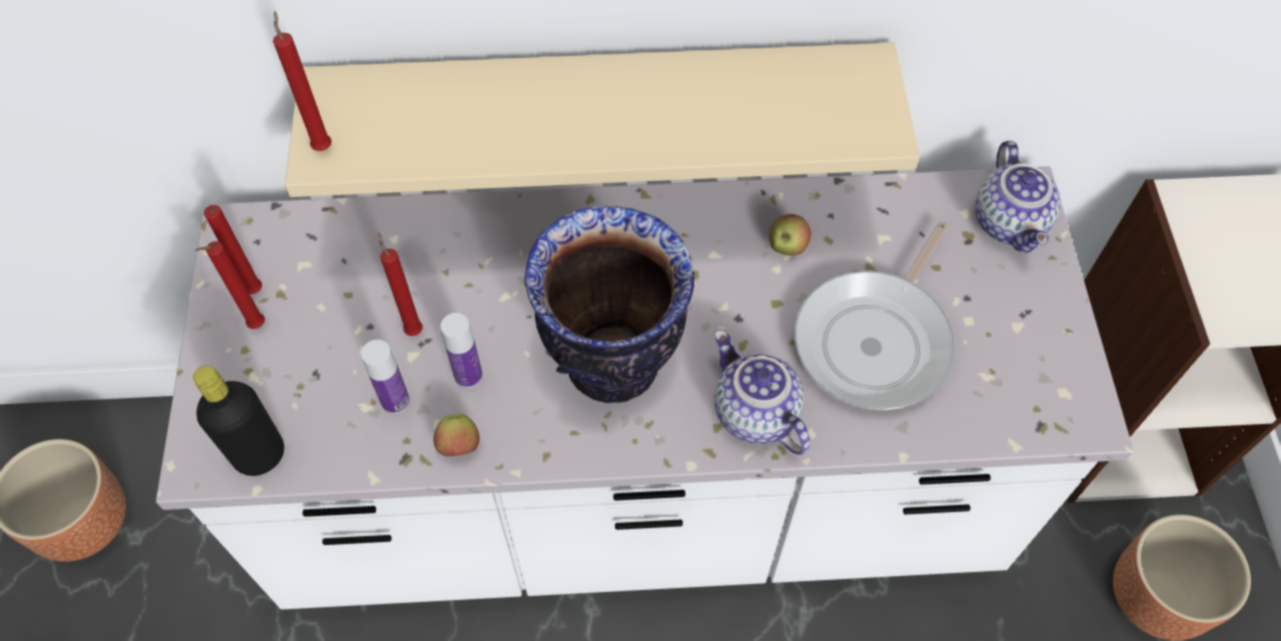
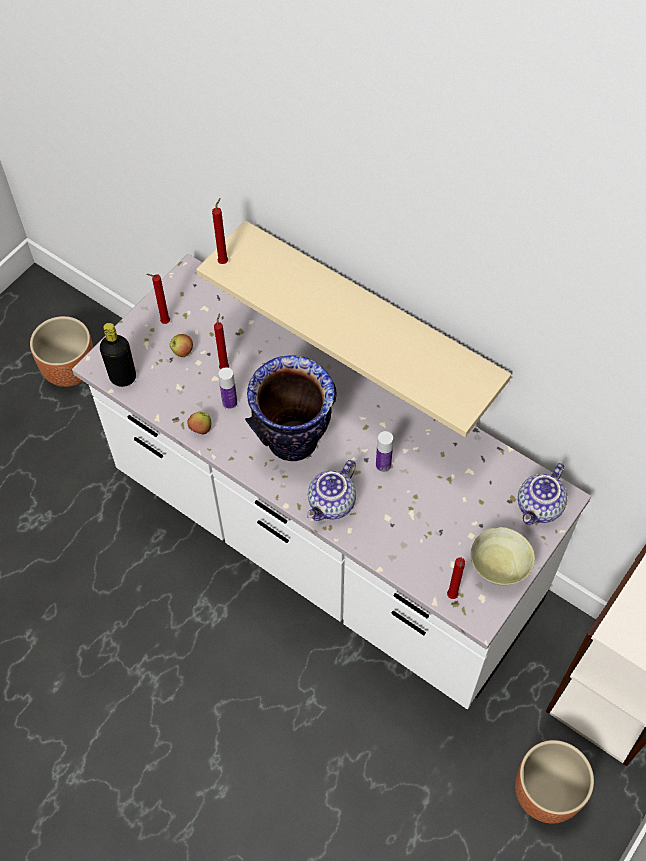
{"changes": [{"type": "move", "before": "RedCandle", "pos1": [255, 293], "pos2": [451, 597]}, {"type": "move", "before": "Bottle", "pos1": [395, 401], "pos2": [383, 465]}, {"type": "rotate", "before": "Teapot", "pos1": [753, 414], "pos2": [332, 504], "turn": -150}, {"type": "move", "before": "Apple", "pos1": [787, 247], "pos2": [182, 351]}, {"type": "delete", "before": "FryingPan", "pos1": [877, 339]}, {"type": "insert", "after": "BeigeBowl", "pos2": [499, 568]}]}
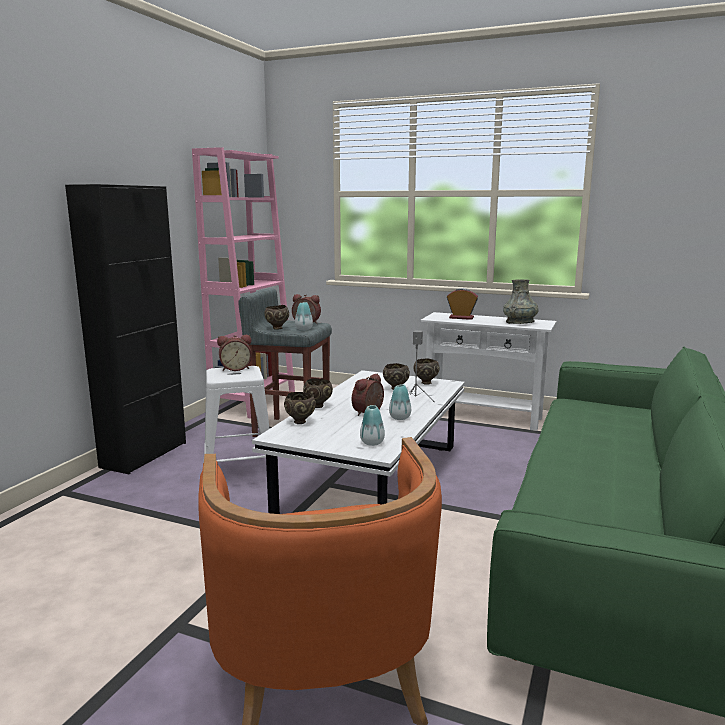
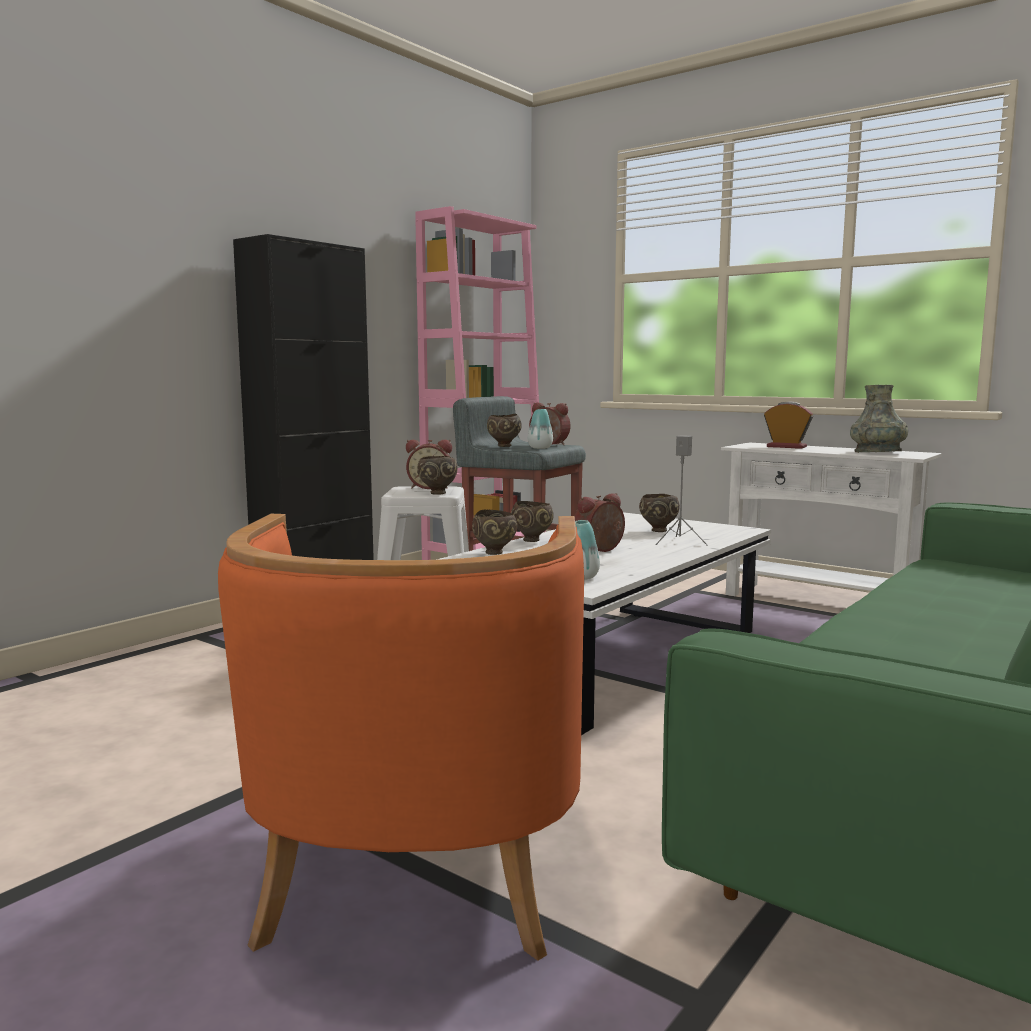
{"changes": [{"type": "delete", "before": "Vase", "pos1": [400, 418]}, {"type": "move", "before": "BrownBowl", "pos1": [425, 383], "pos2": [437, 493]}]}
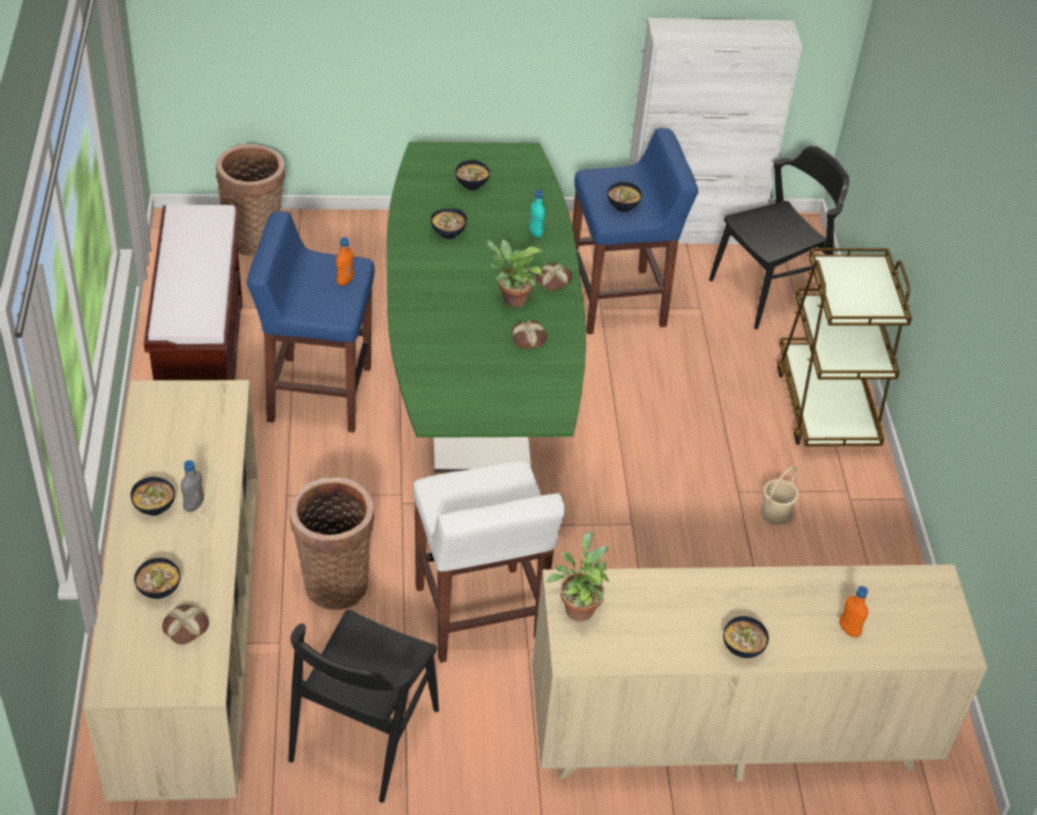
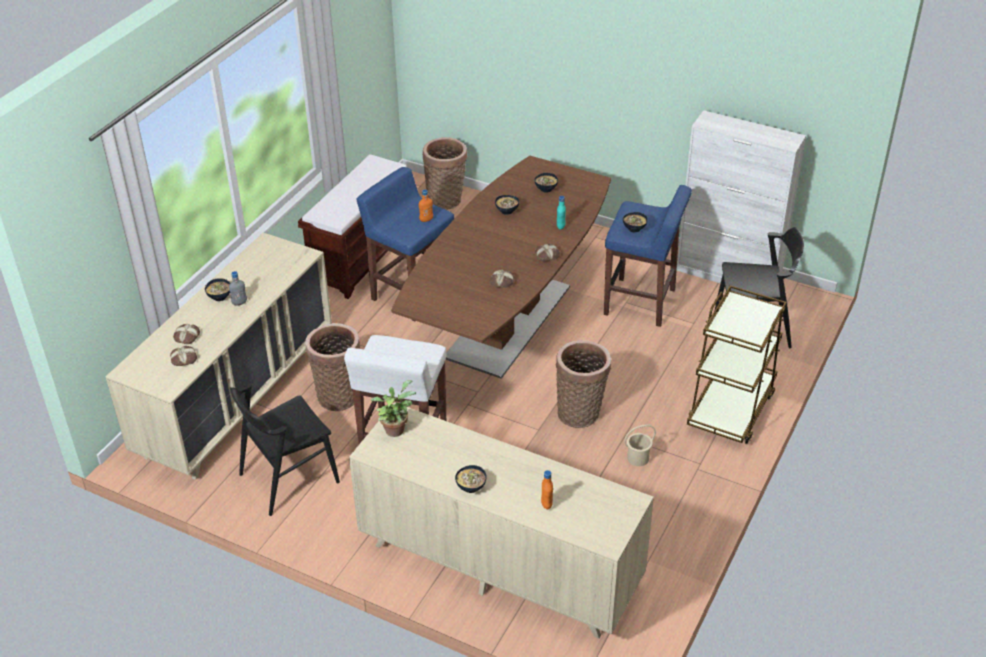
{"changes": [{"type": "replace", "before": "Bowl", "after": "Bread", "pos1": [158, 590], "pos2": [186, 336]}, {"type": "recolor", "before": "GreenDiningTable", "after": "BrownDiningTable", "pos1": [477, 388], "pos2": [508, 322]}, {"type": "delete", "before": "PottedPlant", "pos1": [511, 299]}, {"type": "insert", "after": "Basket", "pos2": [581, 412]}]}
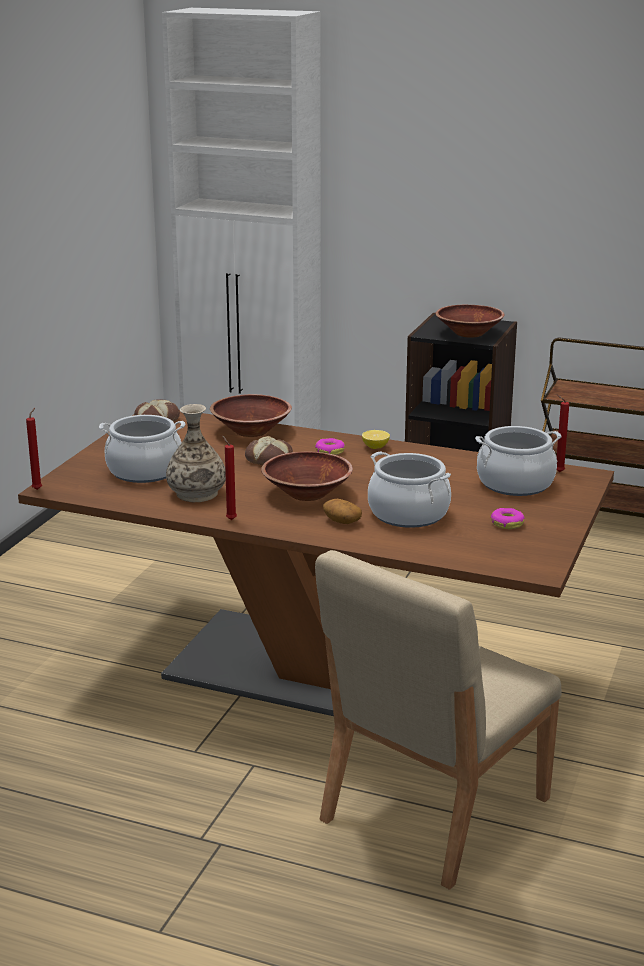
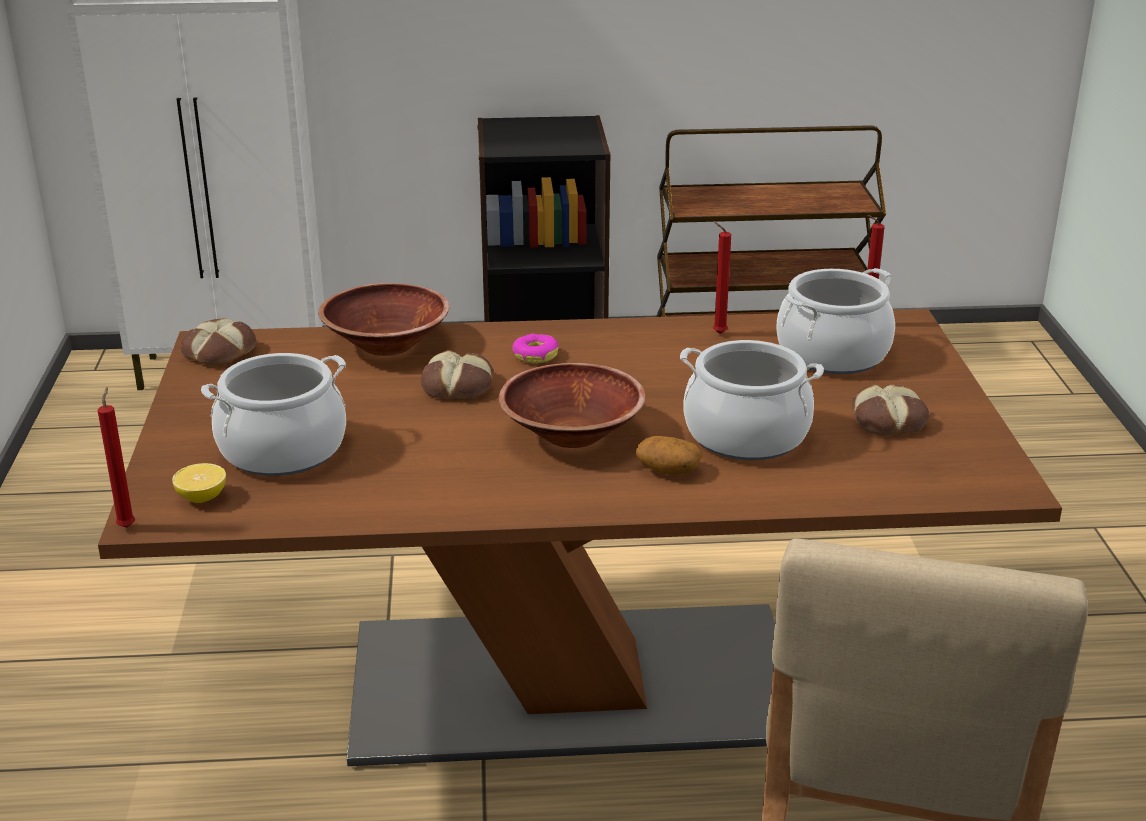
{"changes": [{"type": "delete", "before": "Vase", "pos1": [196, 493]}, {"type": "move", "before": "RedCandle", "pos1": [230, 519], "pos2": [717, 333]}, {"type": "move", "before": "Lemon", "pos1": [375, 447], "pos2": [202, 498]}, {"type": "delete", "before": "BrownBowl", "pos1": [469, 333]}, {"type": "replace", "before": "Donut", "after": "Bread", "pos1": [507, 523], "pos2": [889, 420]}]}
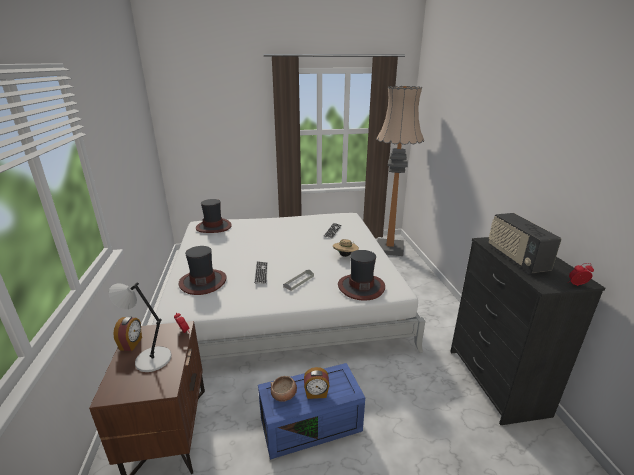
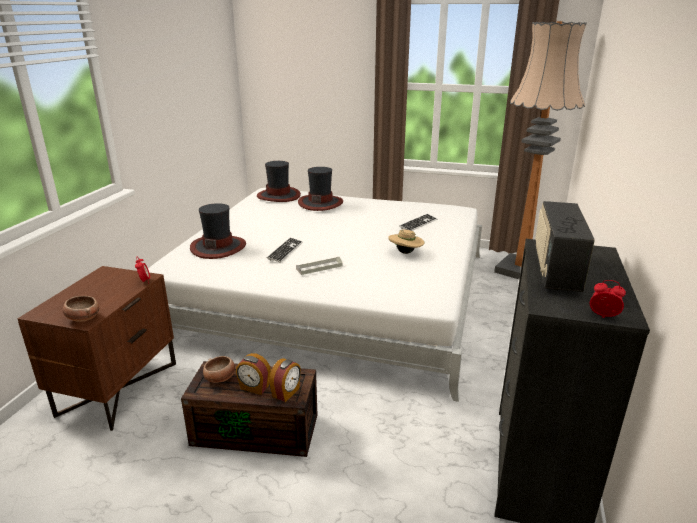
{"changes": [{"type": "delete", "before": "GreyTableLamp", "pos1": [151, 359]}, {"type": "move", "before": "AlarmClock", "pos1": [131, 344], "pos2": [286, 393]}, {"type": "recolor", "before": "BlueStorageBox", "after": "BrownStorageBox", "pos1": [311, 422], "pos2": [257, 428]}, {"type": "move", "before": "Hat", "pos1": [361, 287], "pos2": [320, 203]}, {"type": "insert", "after": "Bowl", "pos2": [83, 318]}]}
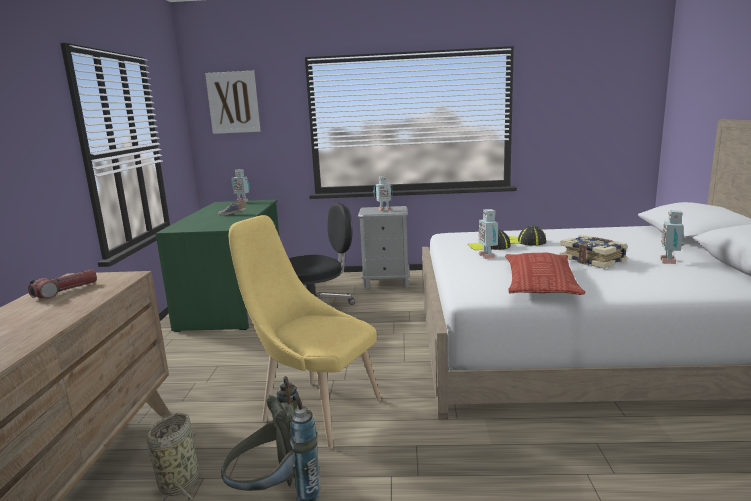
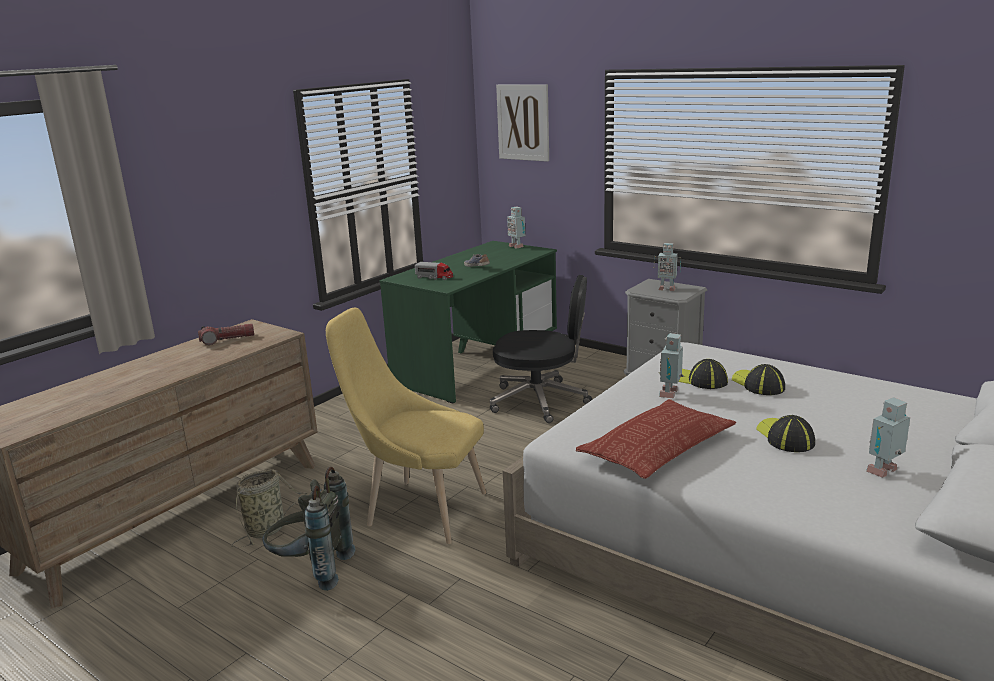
{"changes": [{"type": "rotate", "before": "YellowChair", "pos1": [314, 409], "pos2": [419, 509], "turn": -45}, {"type": "replace", "before": "Book", "after": "Cap", "pos1": [593, 260], "pos2": [785, 437]}, {"type": "insert", "after": "ToyTruck", "pos2": [434, 277]}]}
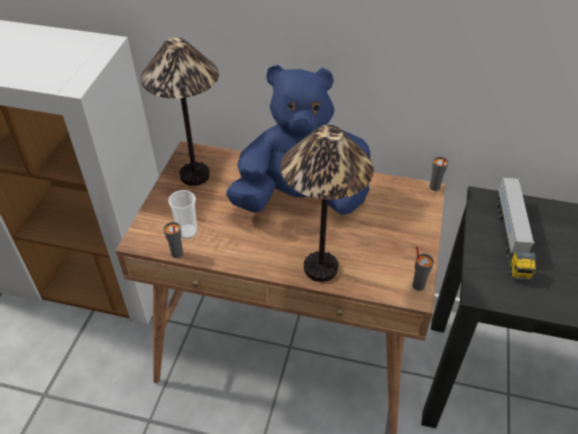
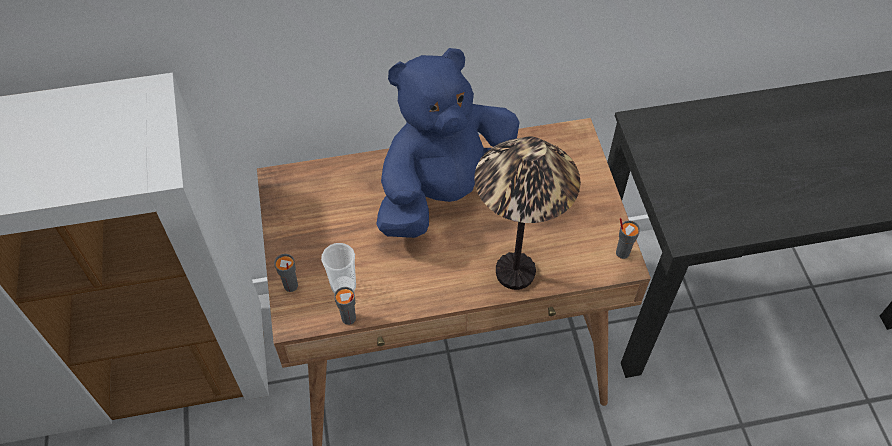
{"changes": [{"type": "delete", "before": "TableLamp", "pos1": [195, 175]}, {"type": "move", "before": "GreyCup", "pos1": [434, 187], "pos2": [291, 286]}, {"type": "delete", "before": "ToyTruck", "pos1": [511, 237]}]}
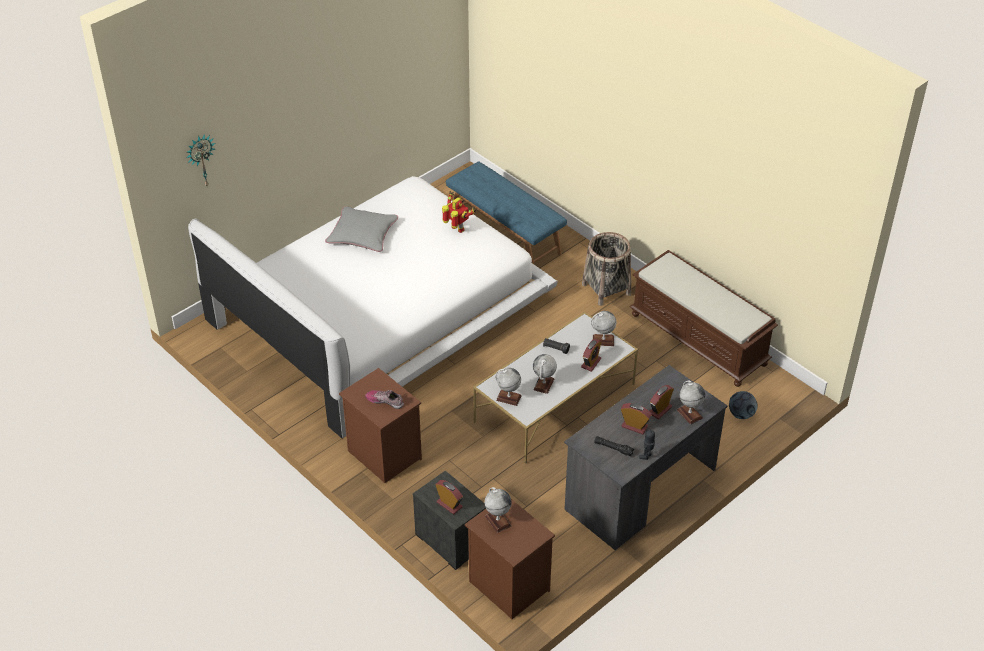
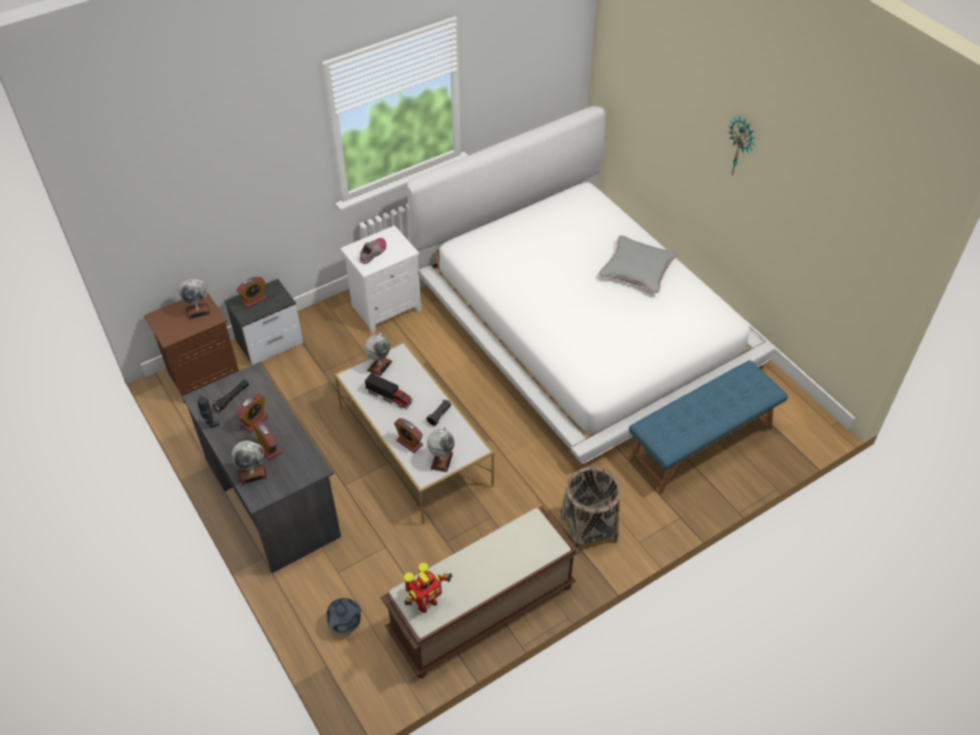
{"changes": [{"type": "move", "before": "WallClock", "pos1": [201, 160], "pos2": [740, 146]}, {"type": "recolor", "before": "BrownNightstand", "after": "WhiteNightstand", "pos1": [382, 454], "pos2": [386, 307]}, {"type": "move", "before": "ToyRobot", "pos1": [457, 229], "pos2": [425, 603]}, {"type": "replace", "before": "Globe", "after": "ToyTruck", "pos1": [544, 384], "pos2": [389, 397]}]}
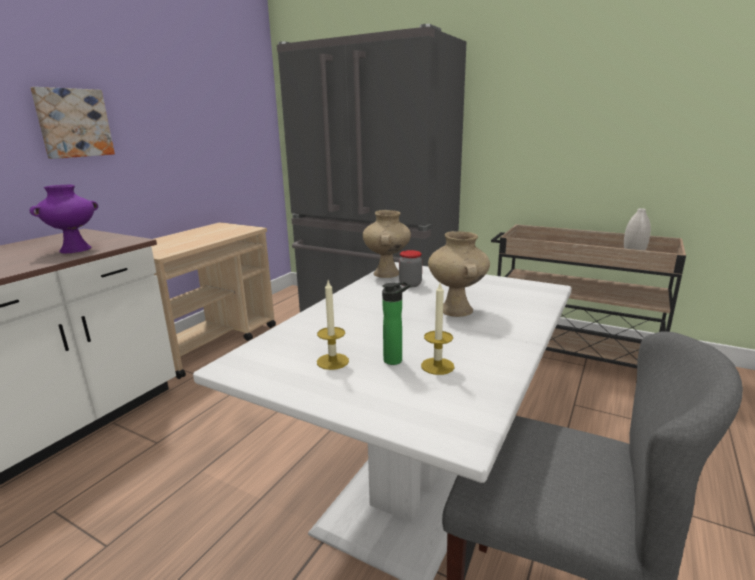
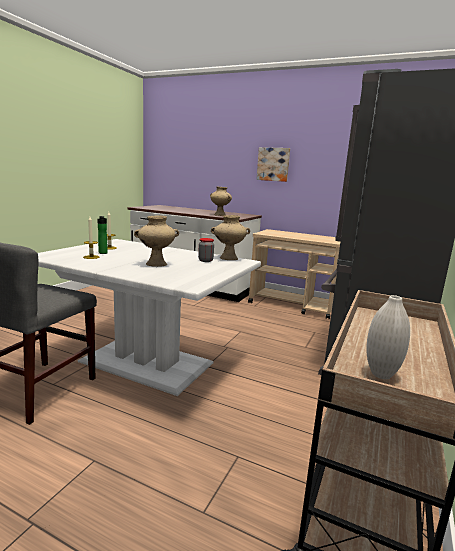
{"changes": [{"type": "recolor", "before": "PurpleVase", "after": "BeigeVase", "pos1": [76, 249], "pos2": [220, 215]}]}
